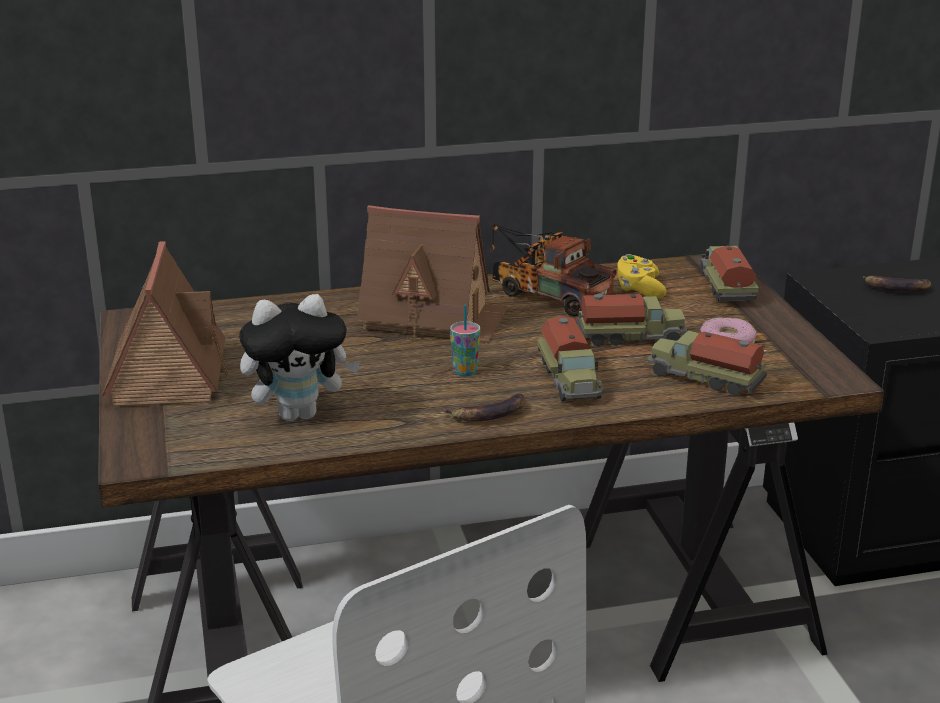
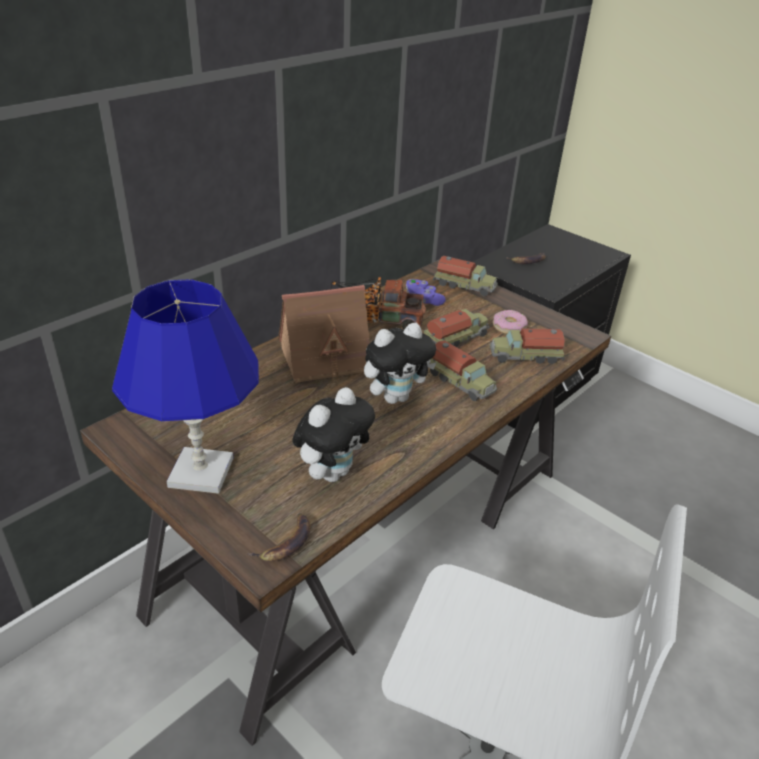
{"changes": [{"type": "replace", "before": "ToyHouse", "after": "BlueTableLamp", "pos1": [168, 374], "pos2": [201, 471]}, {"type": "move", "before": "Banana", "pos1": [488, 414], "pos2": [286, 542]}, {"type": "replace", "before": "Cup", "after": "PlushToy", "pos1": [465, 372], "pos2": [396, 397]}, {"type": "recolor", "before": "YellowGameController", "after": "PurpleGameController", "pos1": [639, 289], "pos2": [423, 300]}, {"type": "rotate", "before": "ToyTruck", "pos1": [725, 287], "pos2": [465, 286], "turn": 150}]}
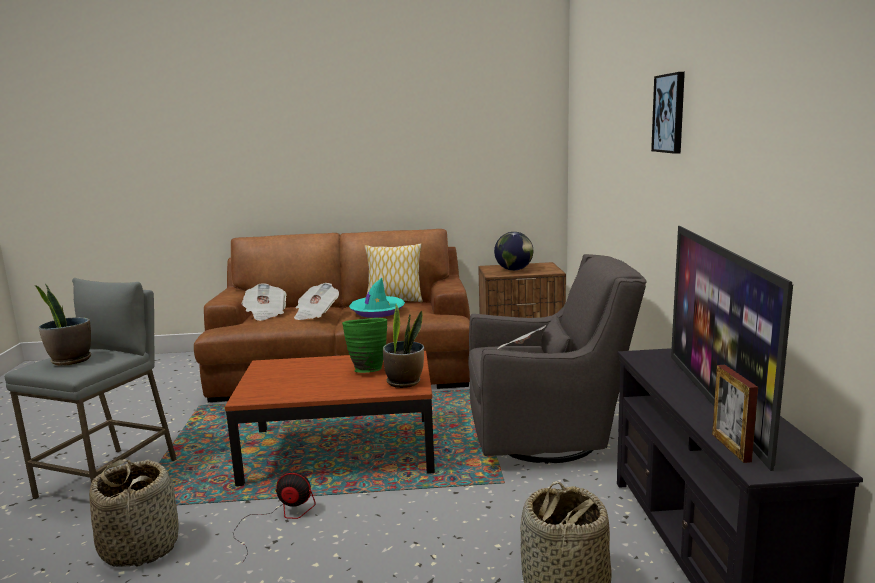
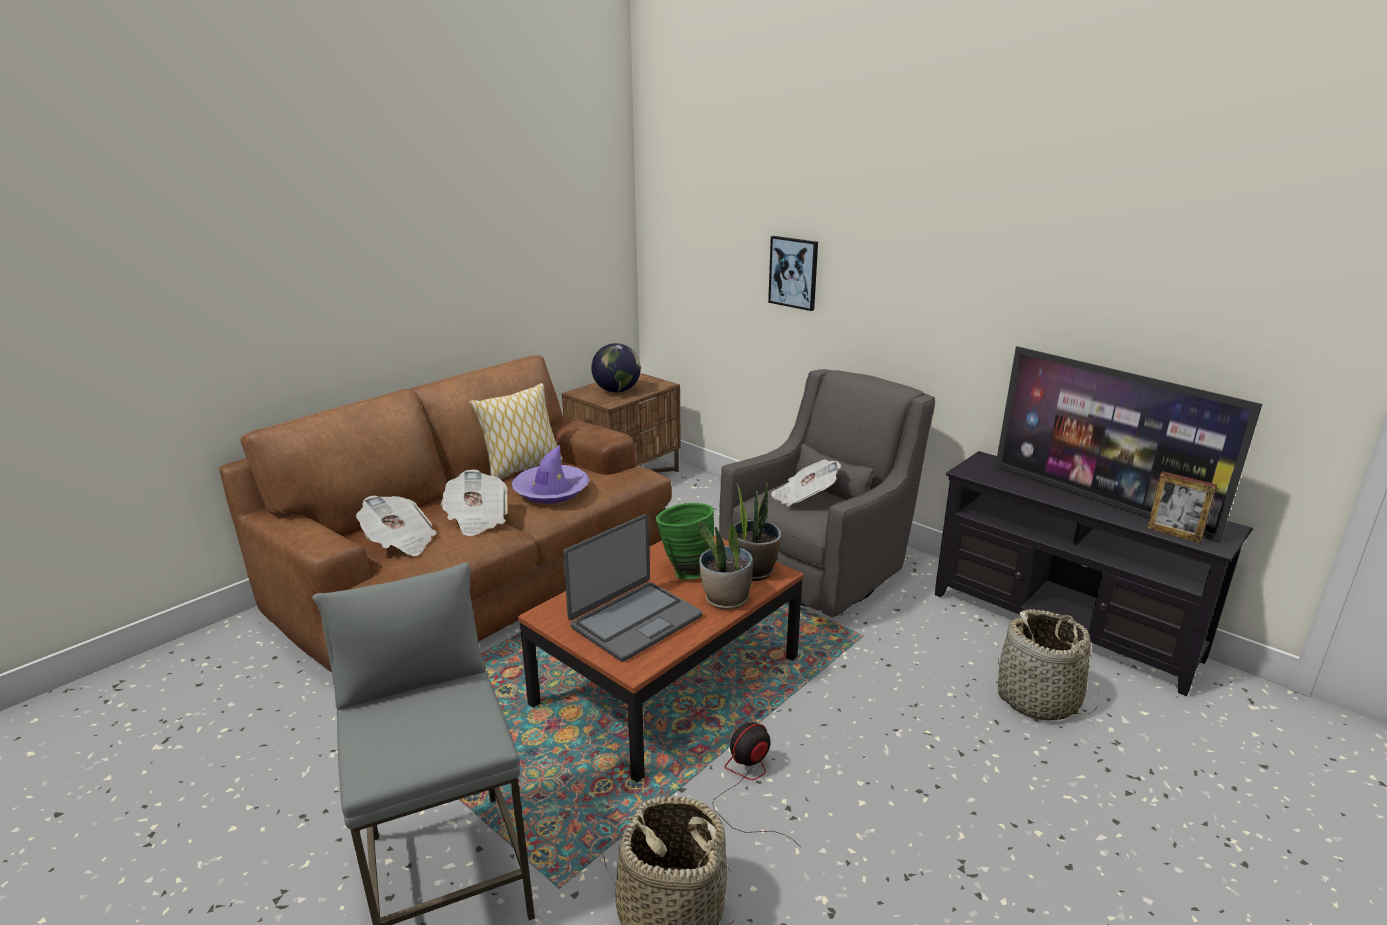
{"changes": [{"type": "move", "before": "PottedPlant", "pos1": [70, 360], "pos2": [726, 600]}, {"type": "recolor", "before": "TurquoiseHat", "after": "PurpleHat", "pos1": [377, 312], "pos2": [551, 491]}, {"type": "move", "before": "Picture", "pos1": [670, 113], "pos2": [794, 272]}, {"type": "insert", "after": "Laptop", "pos2": [635, 621]}]}
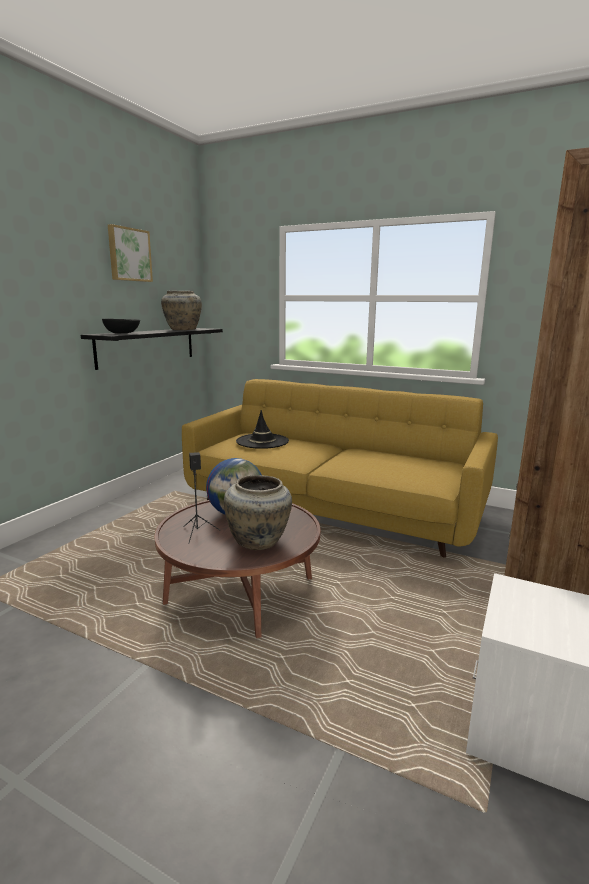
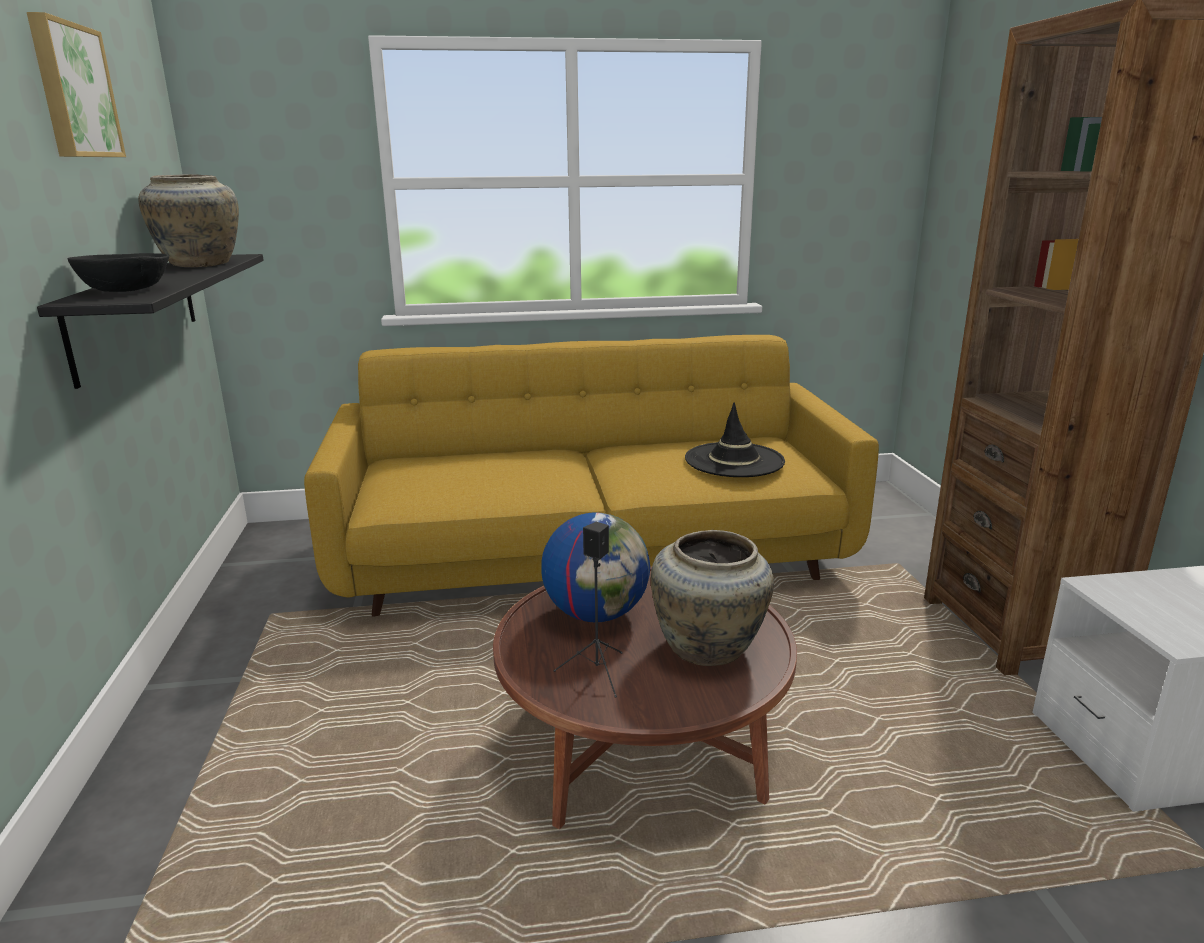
{"changes": [{"type": "move", "before": "BlackHat", "pos1": [262, 441], "pos2": [734, 460]}]}
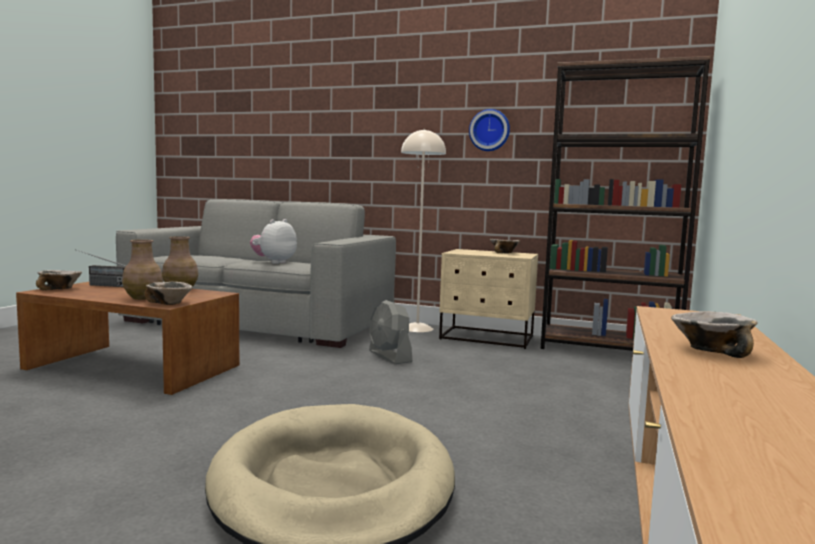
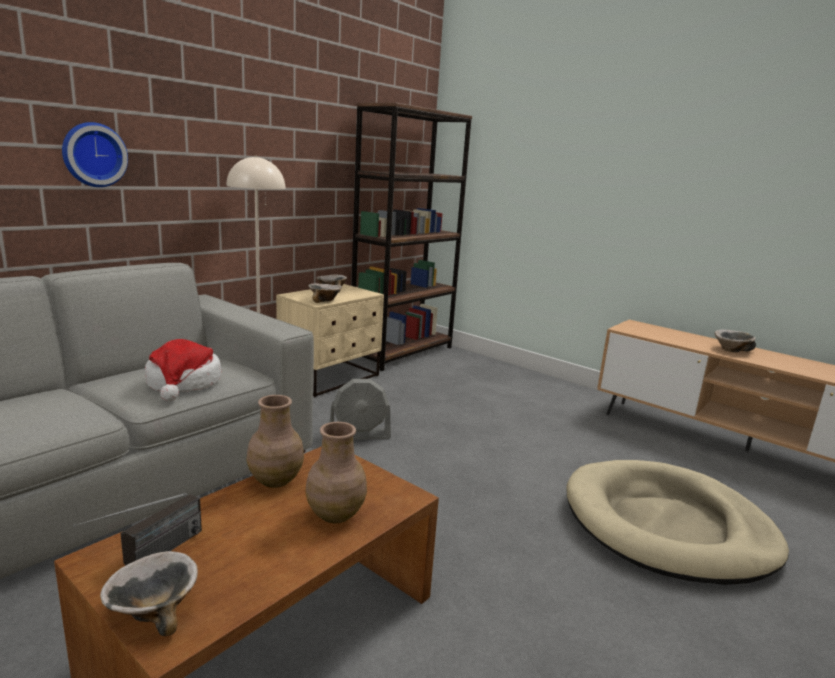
{"changes": [{"type": "move", "before": "Bowl", "pos1": [169, 303], "pos2": [324, 300]}, {"type": "replace", "before": "PlushToy", "after": "Hat", "pos1": [274, 262], "pos2": [183, 383]}, {"type": "move", "before": "WallClock", "pos1": [489, 130], "pos2": [93, 155]}]}
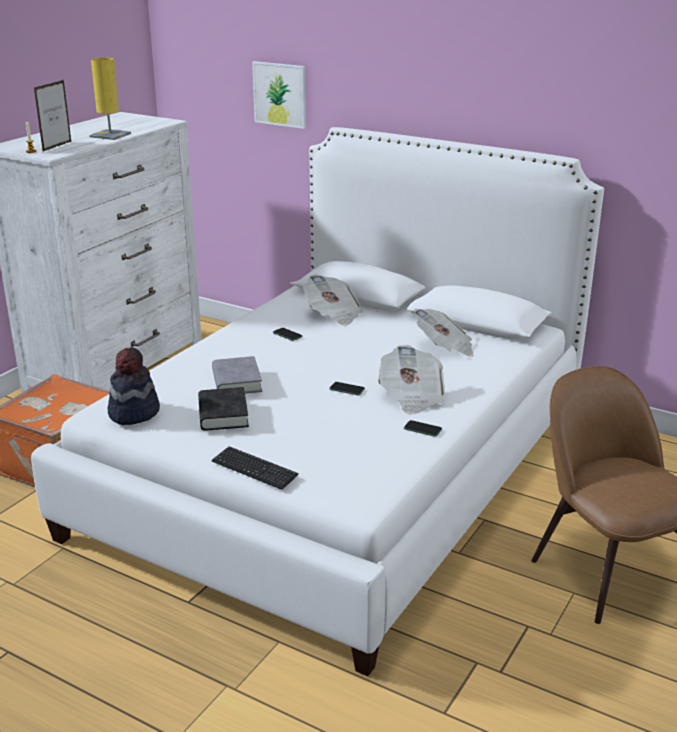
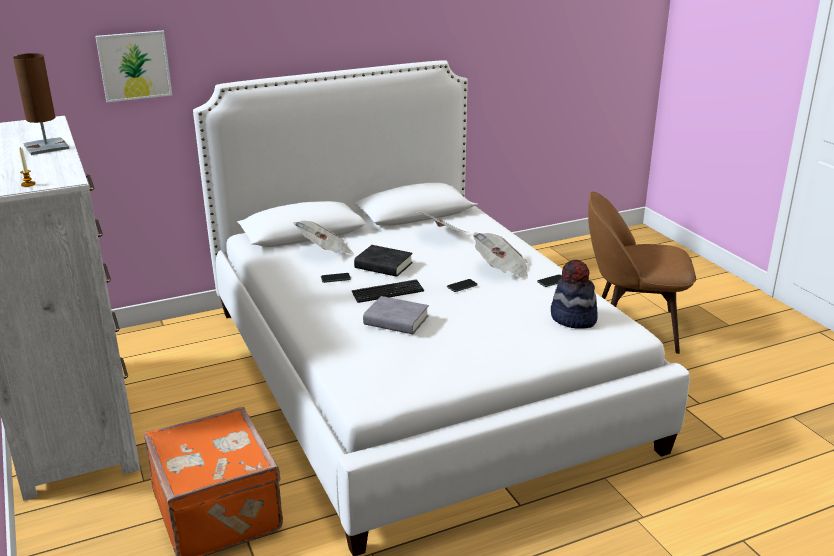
{"changes": [{"type": "delete", "before": "PictureFrame", "pos1": [57, 146]}, {"type": "recolor", "before": "YellowTableLamp", "after": "BrownTableLamp", "pos1": [110, 135], "pos2": [46, 147]}, {"type": "move", "before": "Hat", "pos1": [133, 412], "pos2": [573, 318]}, {"type": "move", "before": "BlackBook", "pos1": [223, 414], "pos2": [383, 265]}, {"type": "move", "before": "Keyboard", "pos1": [254, 469], "pos2": [387, 292]}]}
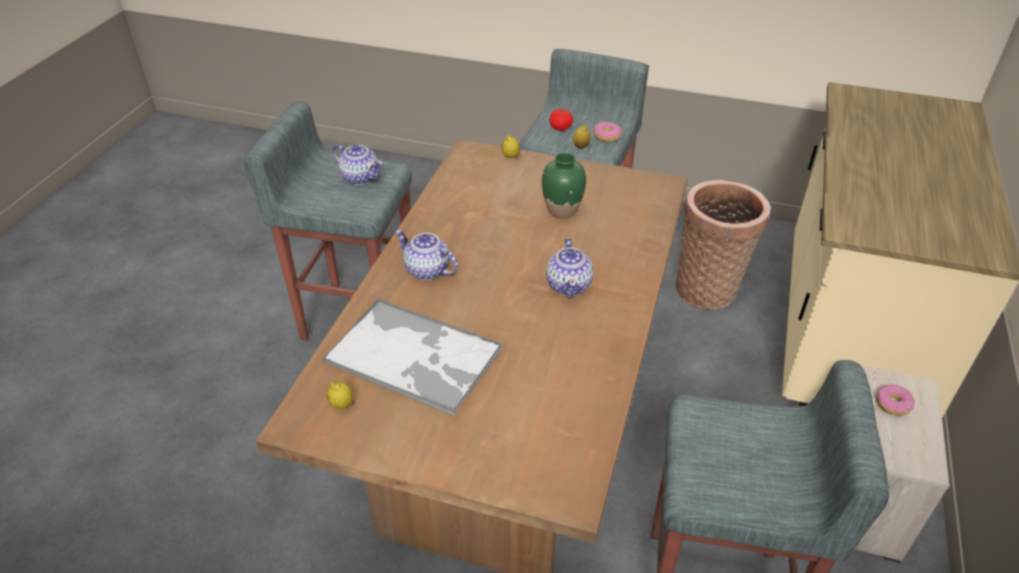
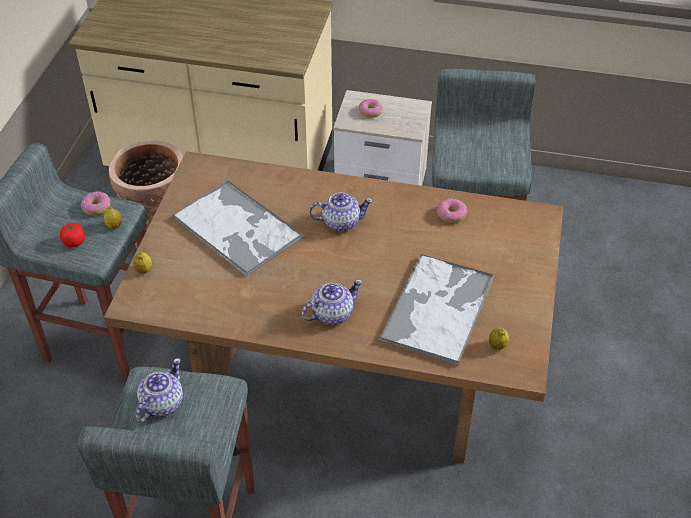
{"changes": [{"type": "rotate", "before": "Teapot", "pos1": [427, 270], "pos2": [331, 314], "turn": -150}, {"type": "replace", "before": "GreenVase", "after": "Tray", "pos1": [562, 210], "pos2": [238, 229]}, {"type": "insert", "after": "Donut", "pos2": [451, 215]}]}
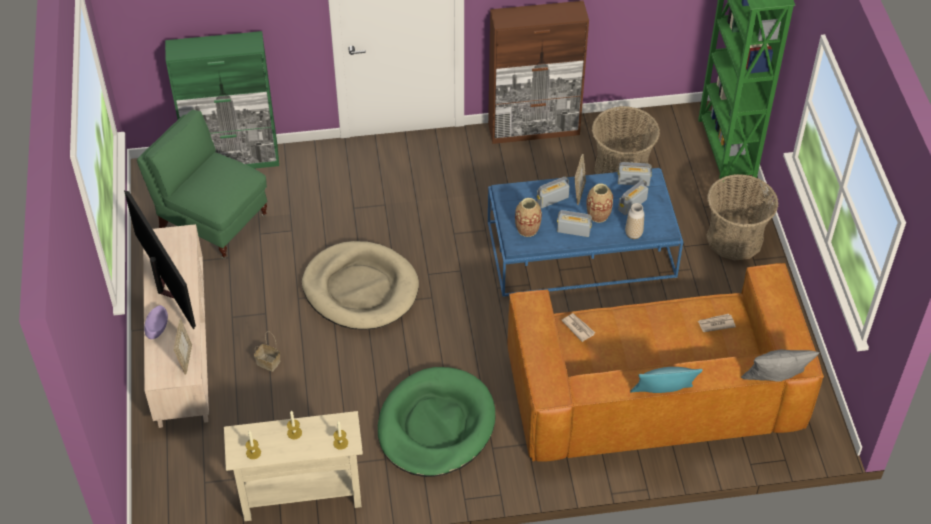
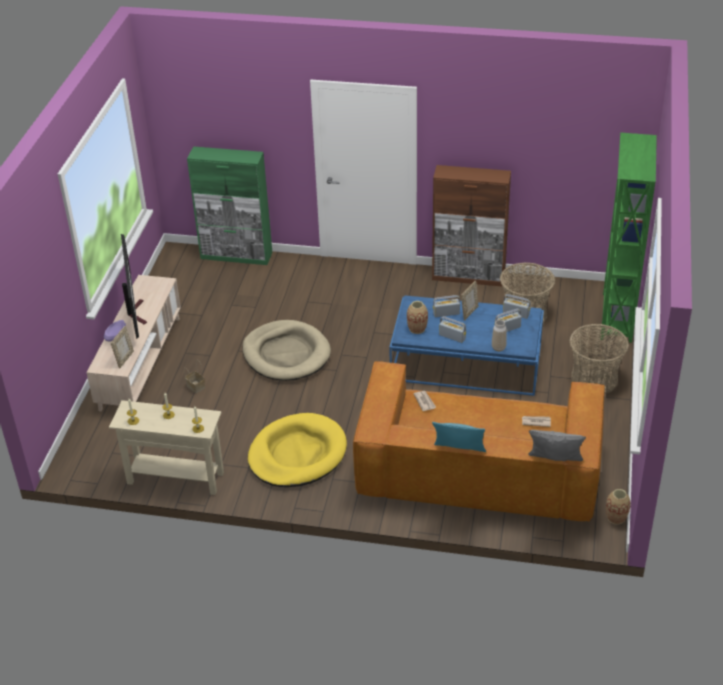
{"changes": [{"type": "delete", "before": "GreenArmchair", "pos1": [213, 222]}, {"type": "recolor", "before": "GreenDogBed", "after": "YellowDogBed", "pos1": [436, 425], "pos2": [297, 454]}, {"type": "move", "before": "Vase", "pos1": [598, 215], "pos2": [616, 517]}]}
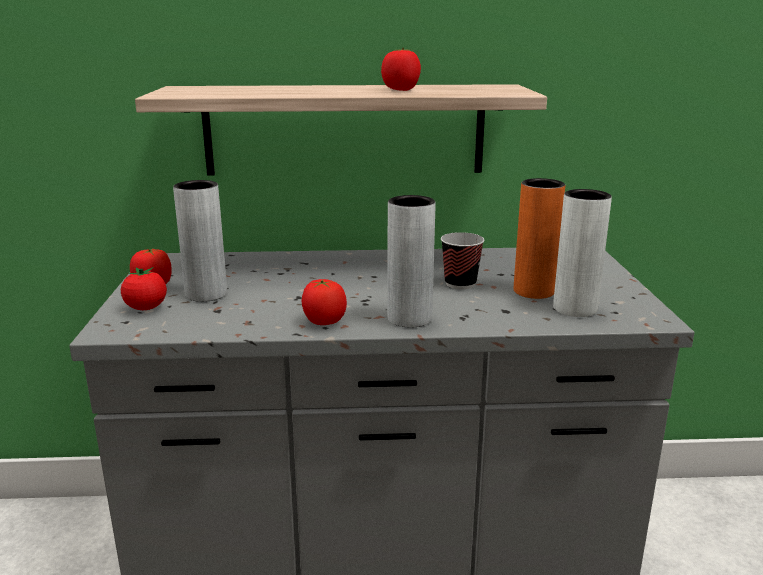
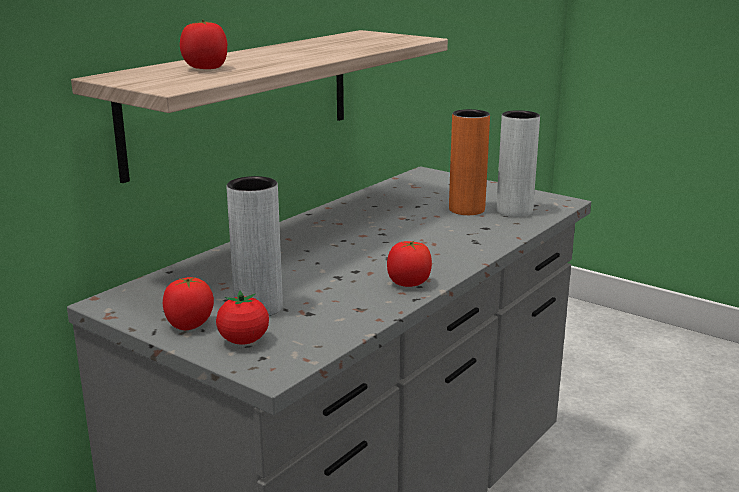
{"changes": [{"type": "move", "before": "Tomato", "pos1": [401, 90], "pos2": [206, 68]}, {"type": "delete", "before": "GreyVase", "pos1": [409, 318]}, {"type": "delete", "before": "Cup", "pos1": [460, 284]}]}
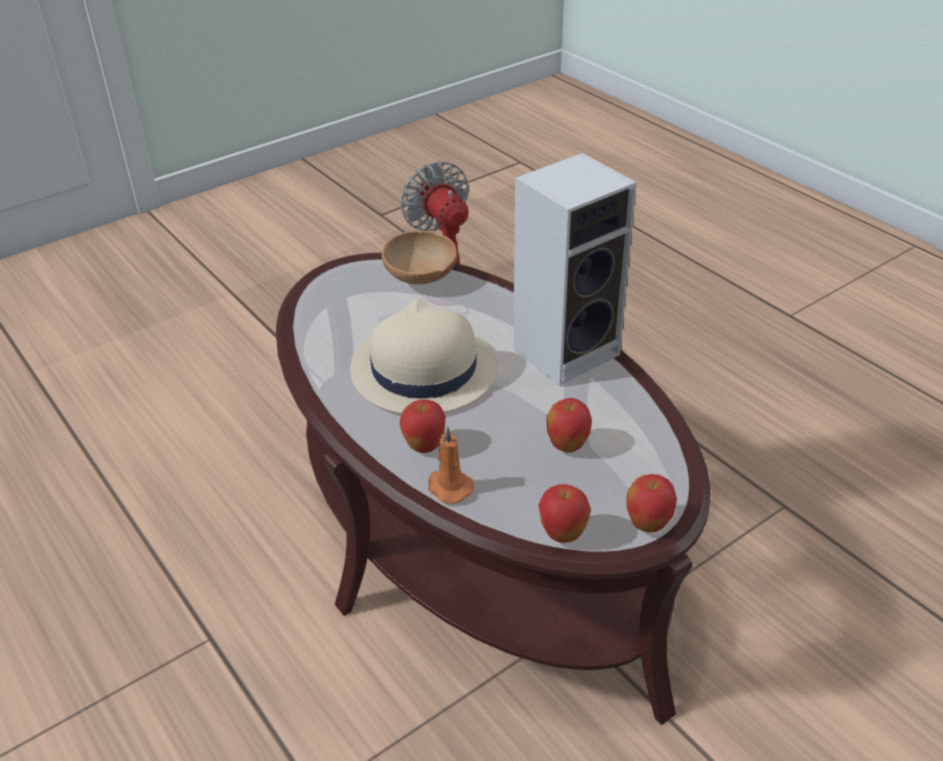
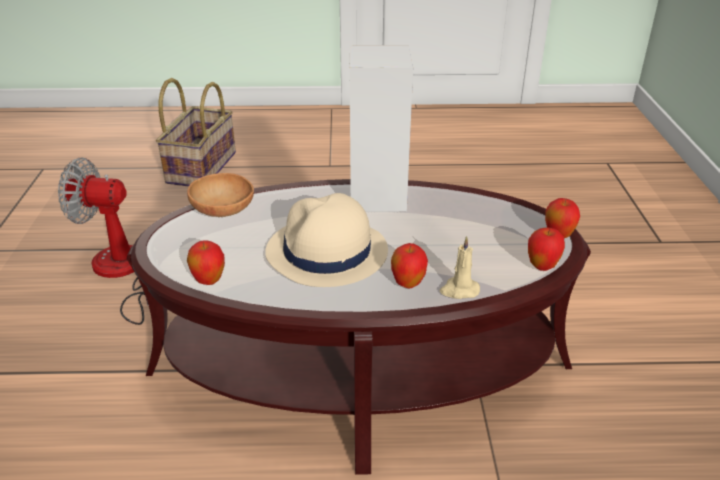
{"changes": [{"type": "recolor", "before": "OrangeCandle", "after": "BeigeCandle", "pos1": [448, 487], "pos2": [459, 290]}, {"type": "move", "before": "Apple", "pos1": [567, 446], "pos2": [209, 281]}, {"type": "insert", "after": "Basket", "pos2": [200, 167]}]}
